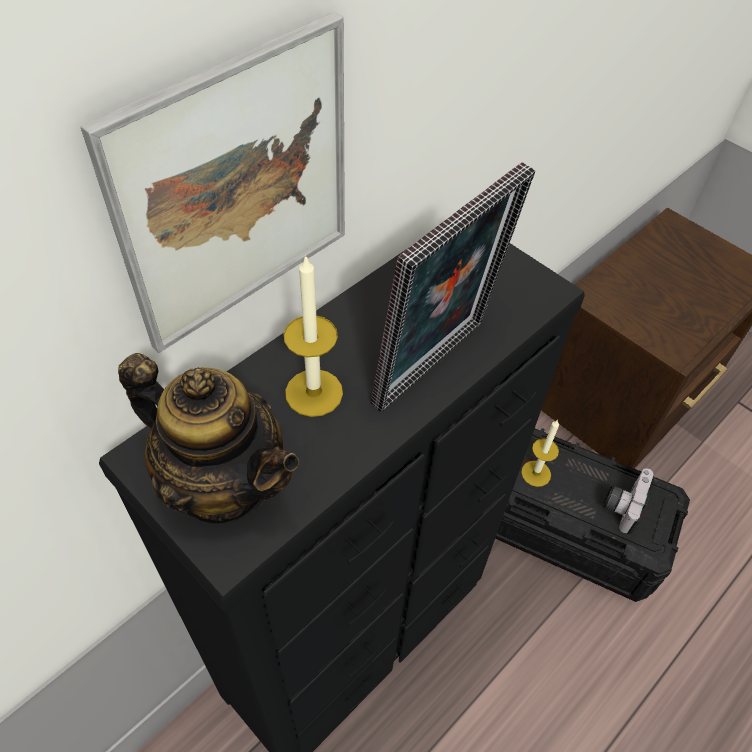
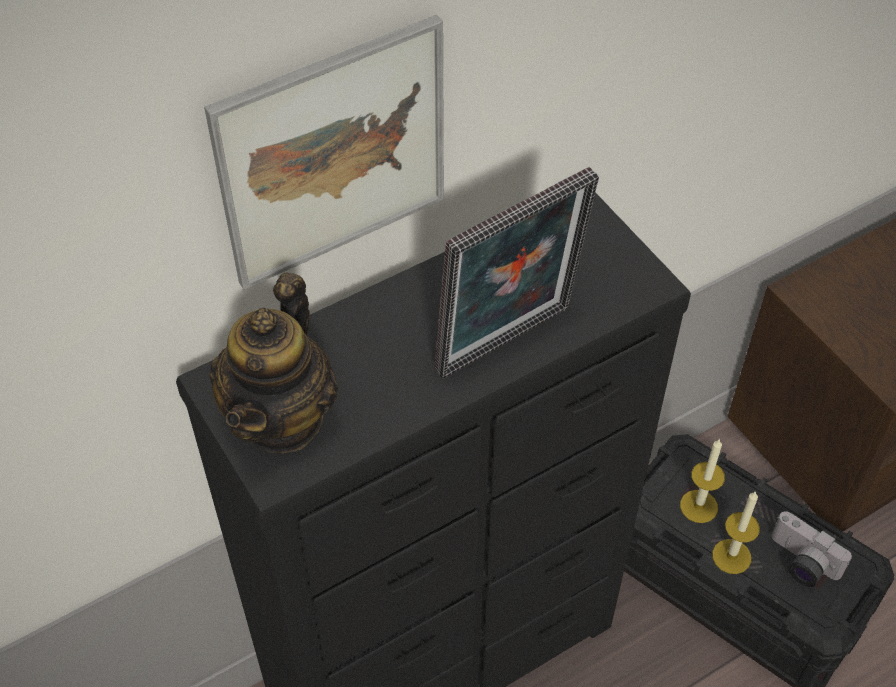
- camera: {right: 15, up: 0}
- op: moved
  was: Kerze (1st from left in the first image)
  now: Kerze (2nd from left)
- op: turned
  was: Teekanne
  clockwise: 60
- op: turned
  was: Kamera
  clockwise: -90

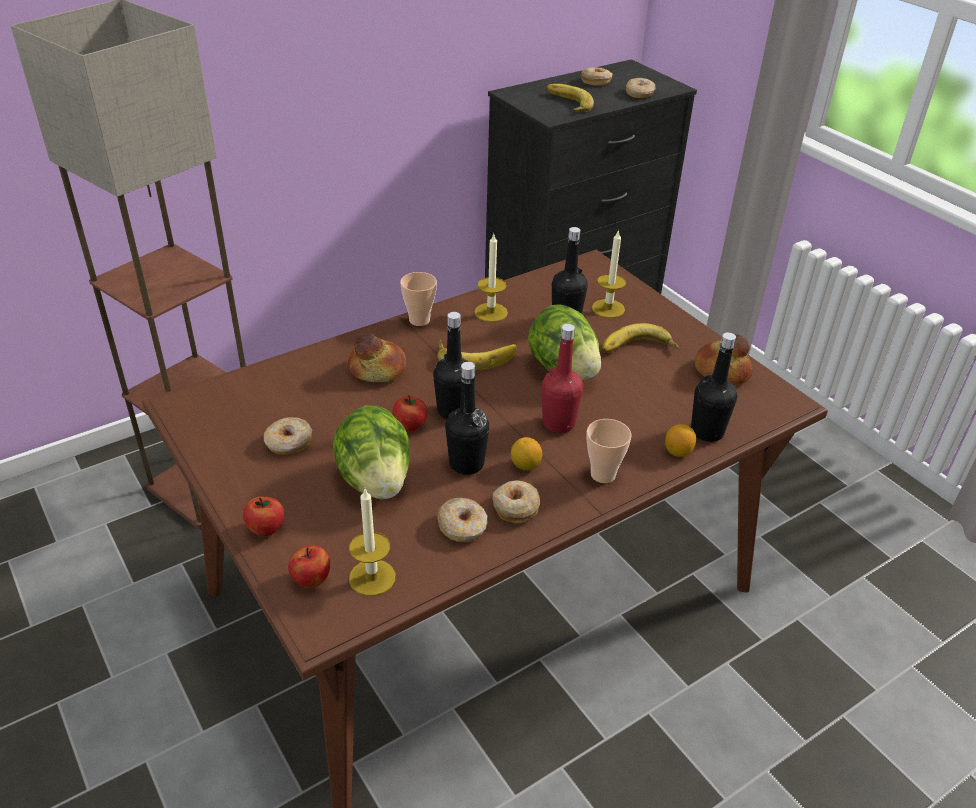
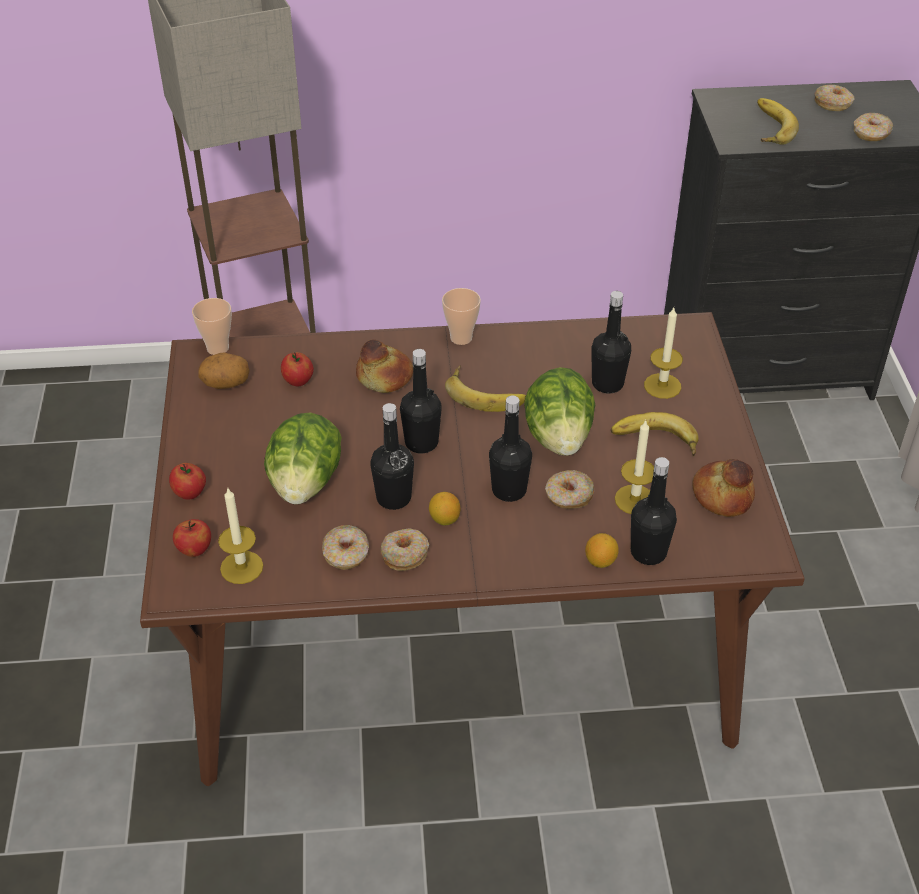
- camera: {right: 30, up: 5}
- op: added
  now: Kartoffel
- op: moved
  was: Donut (1st from left in the first image)
  now: Donut (3rd from left)
- op: moved
  was: Apfel (3rd from left)
- op: moved
  was: Kerze (2nd from left)
- op: moved
  was: Tasse (2nd from left in the first image)
  now: Tasse (1st from left)
- op: recoloured
  was: Flasche/rot
  now: Flasche/schwarz (3rd from left)

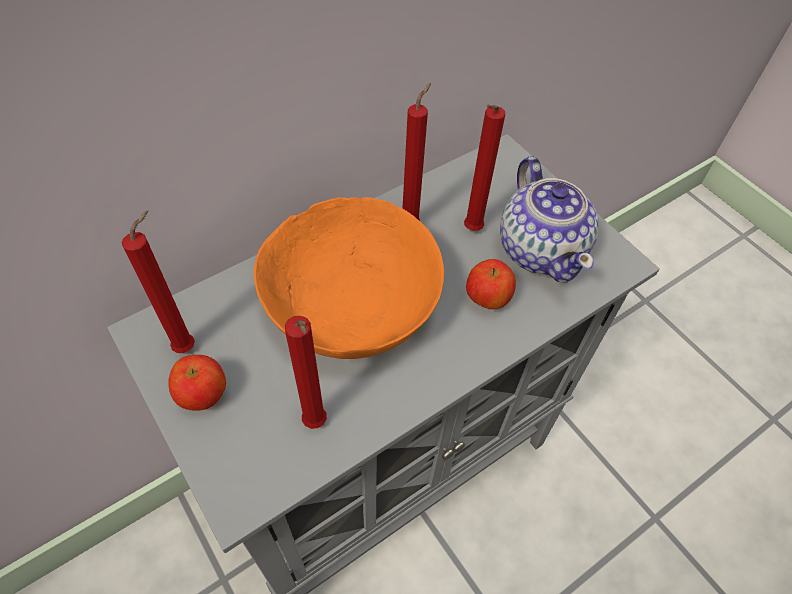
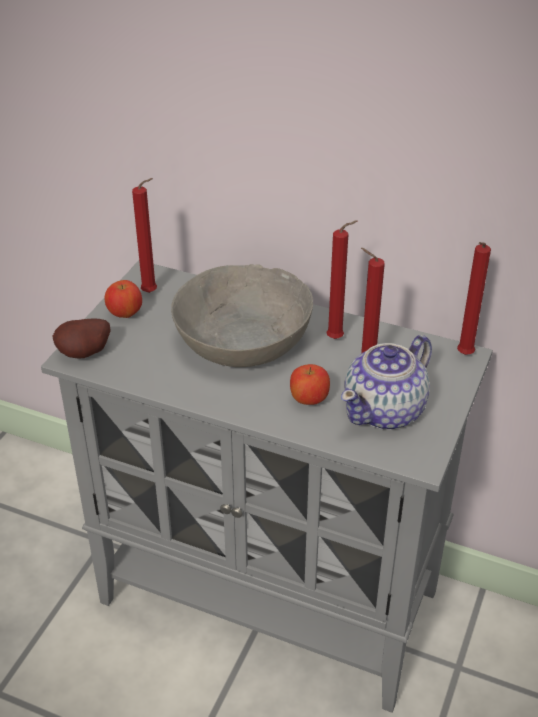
- camera: {right: 60, up: -15}
- op: added
  now: Kartoffel
- op: moved
  was: Kerze/rot (2nd from left in the first image)
  now: Kerze/rot (4th from left)
- op: recoloured
  was: Schüssel/orange
  now: Schüssel/grau

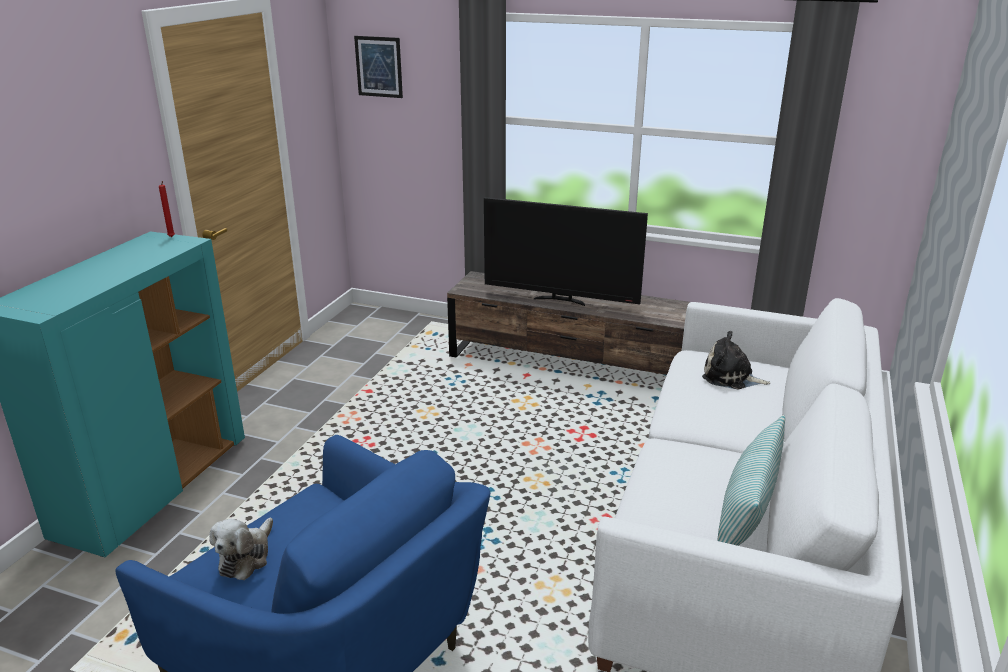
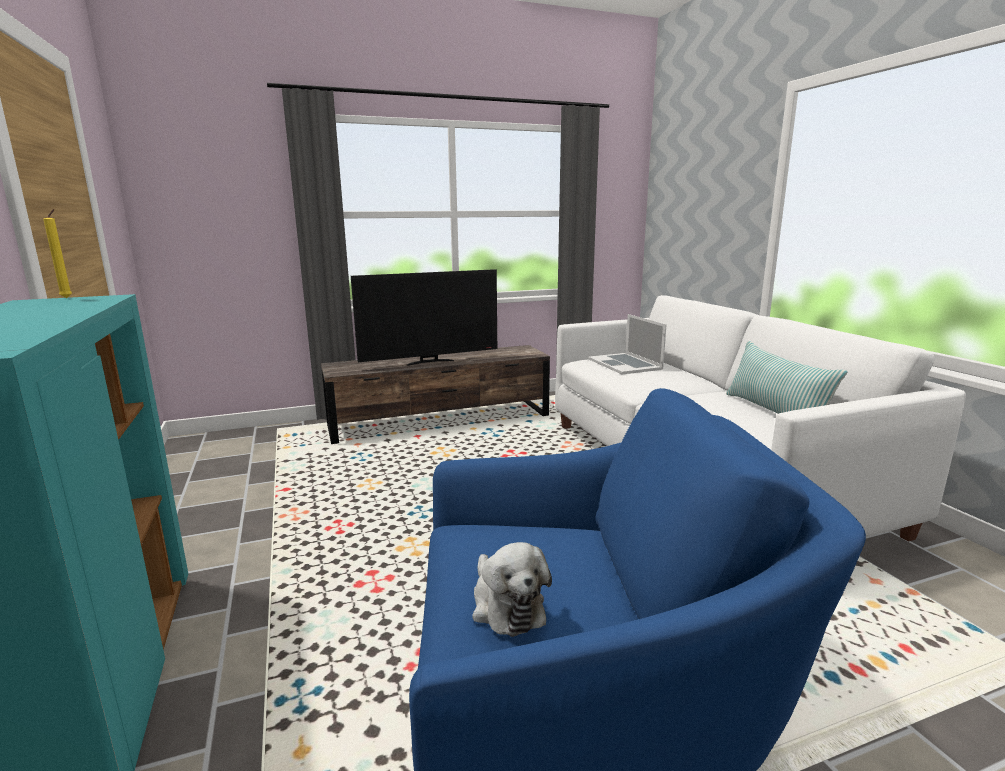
- camera: {right: -40, up: -10}
- op: removed
  was: Bild
- op: replaced
  was: Plüschtier (2nd from left)
  now: Laptop
- op: recoloured
  was: Kerze/rot
  now: Kerze/gelb

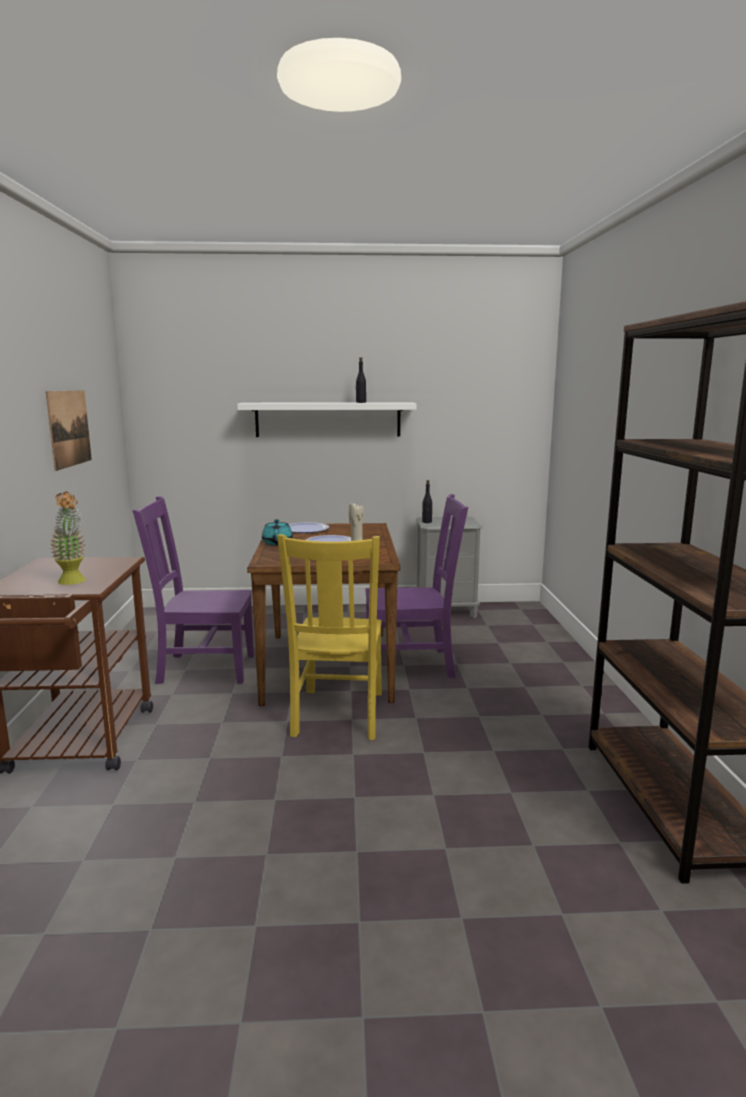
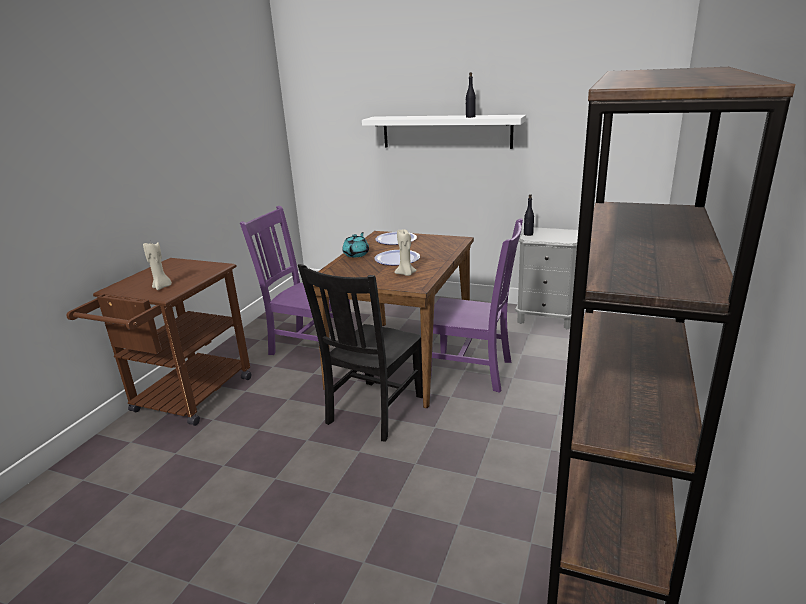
- camera: {right: 25, up: 10}
- op: removed
  was: Bild
- op: replaced
  was: Topfpflanze
  now: Kerze/beige (1st from left)
- op: recoloured
  was: Stuhl/gelb
  now: Stuhl/schwarz

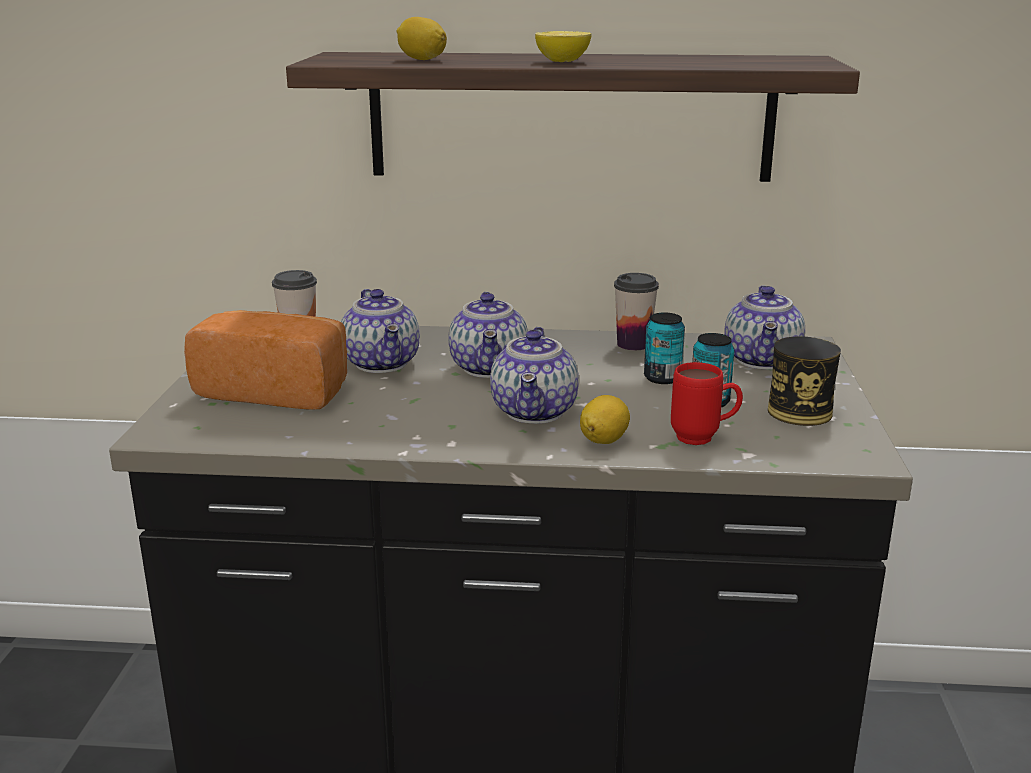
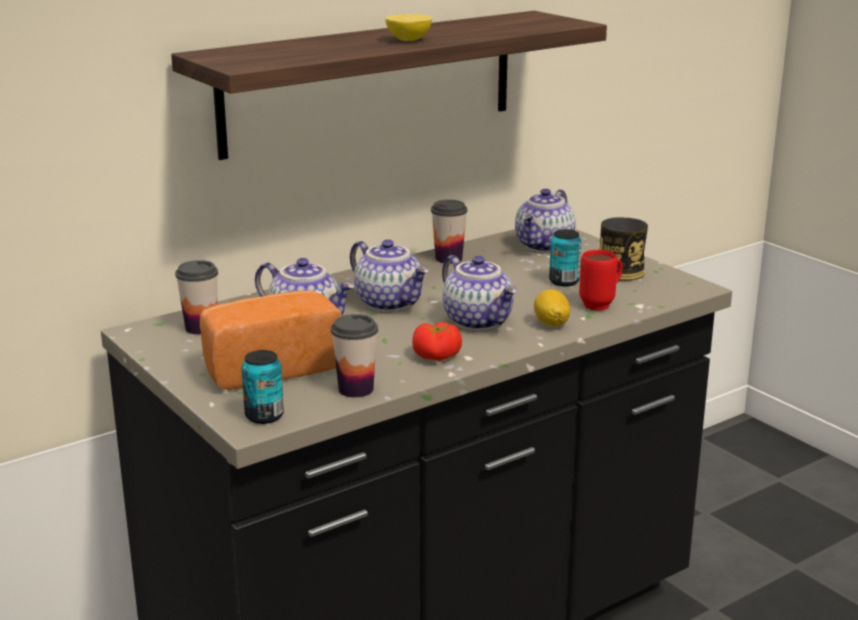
- camera: {right: -40, up: 0}
- op: removed
  was: Zitrone (1st from left)
- op: added
  now: Tasse (2nd from left)
- op: added
  now: Tomate
- op: moved
  was: Dose (1st from left)
- op: turned
  was: Teekanne (4th from left)
  clockwise: 60

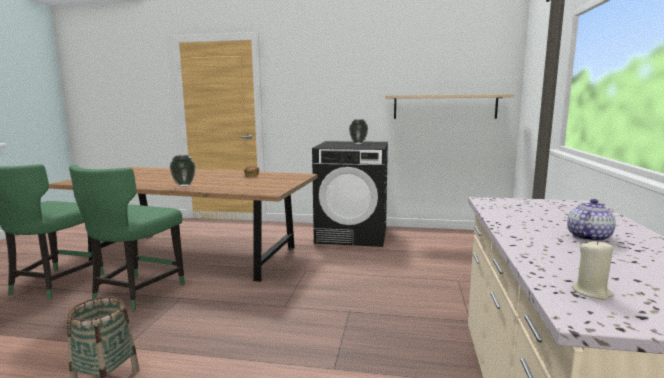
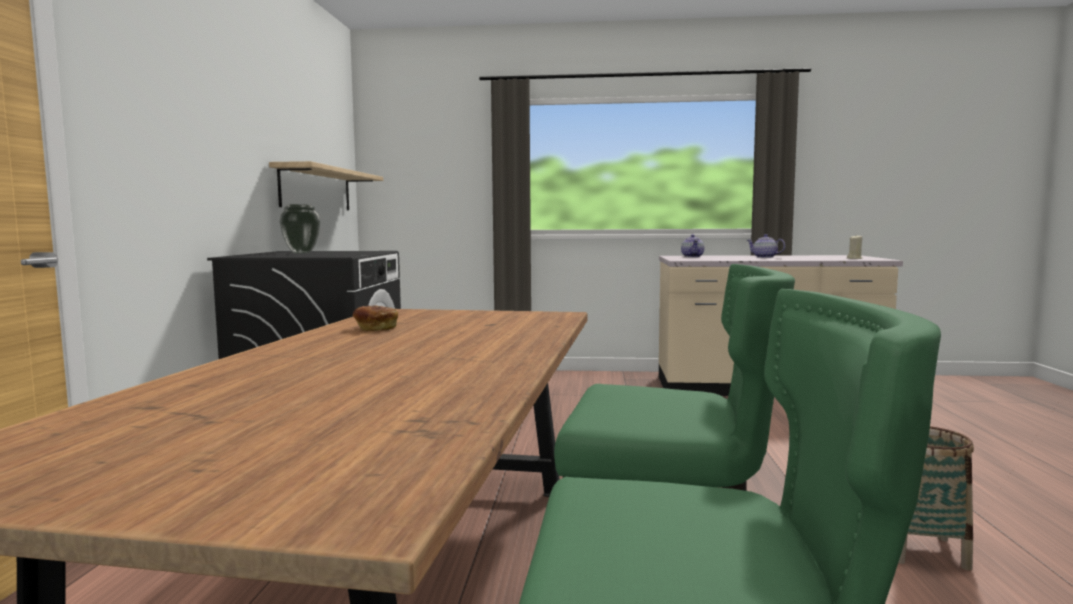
- camera: {right: -95, up: -5}
- op: removed
  was: Vase (1st from left)
- op: added
  now: Teekanne (1st from left)

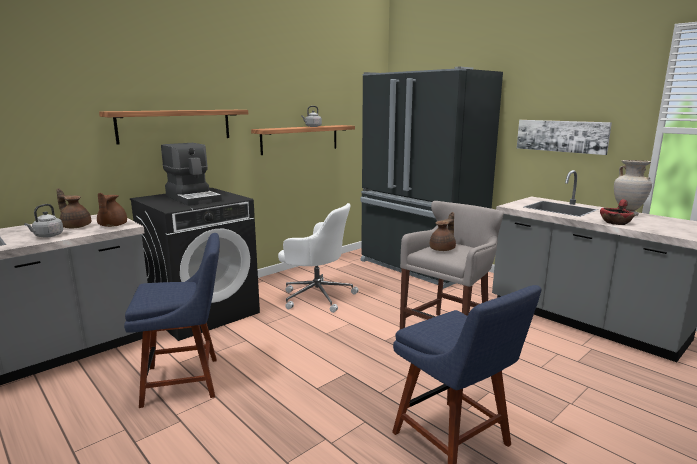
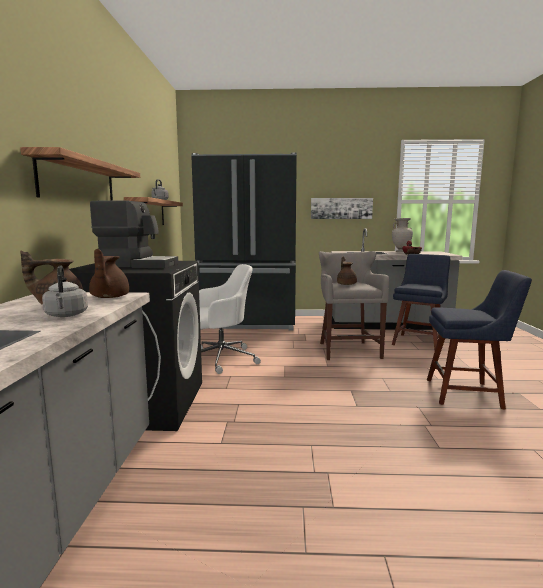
- camera: {right: -45, up: -5}
- op: moved
  was: Stuhl/blau (1st from left)
- op: turned
  was: Teekanne/braun (2nd from left)
  clockwise: 45

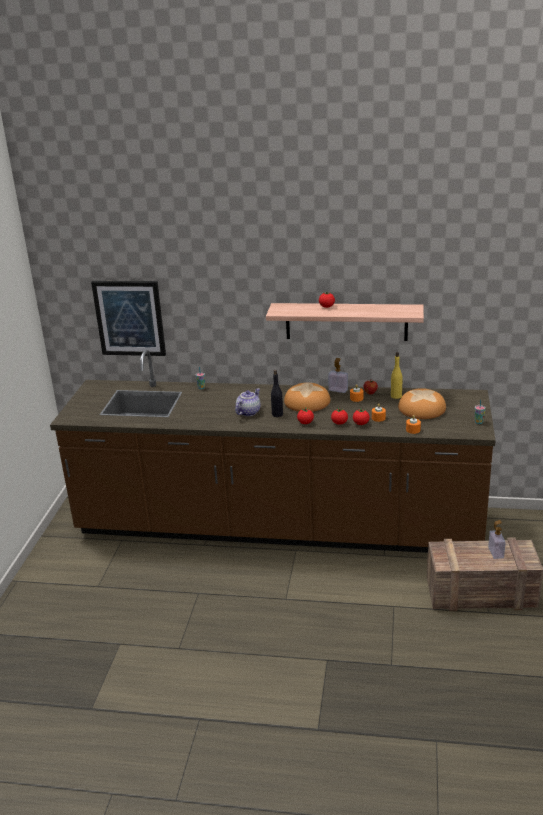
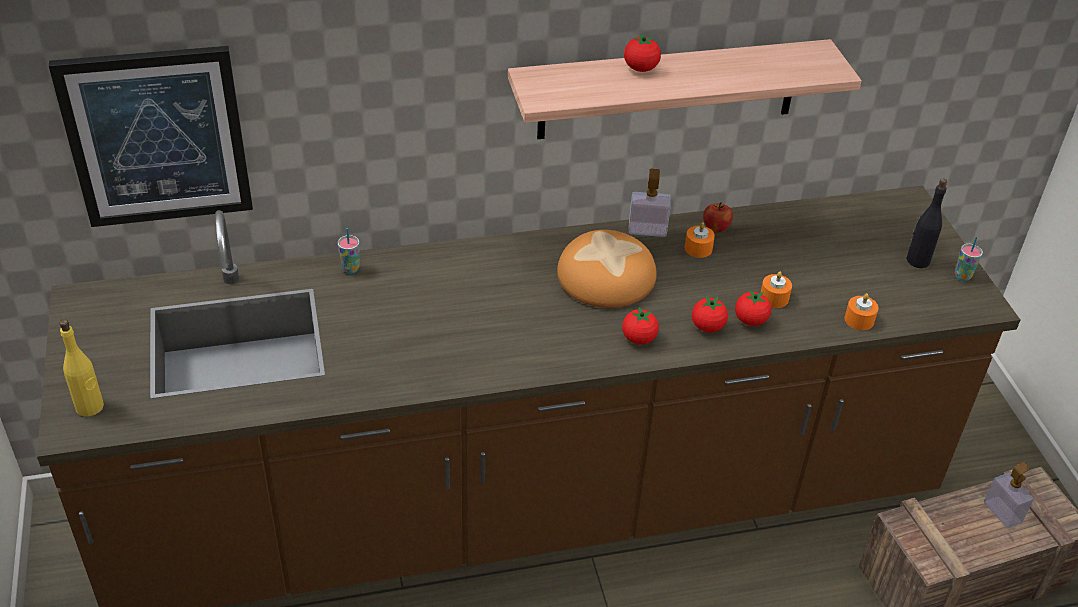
- camera: {right: -25, up: 15}
- op: removed
  was: Teekanne
- op: removed
  was: Brot (2nd from left)
- op: moved
  was: Flasche/schwarz
- op: moved
  was: Flasche/gelb

